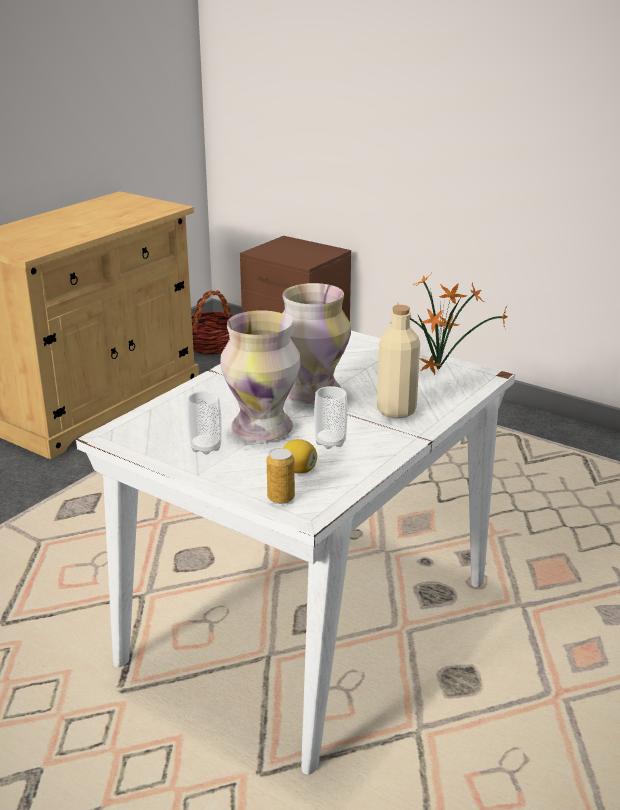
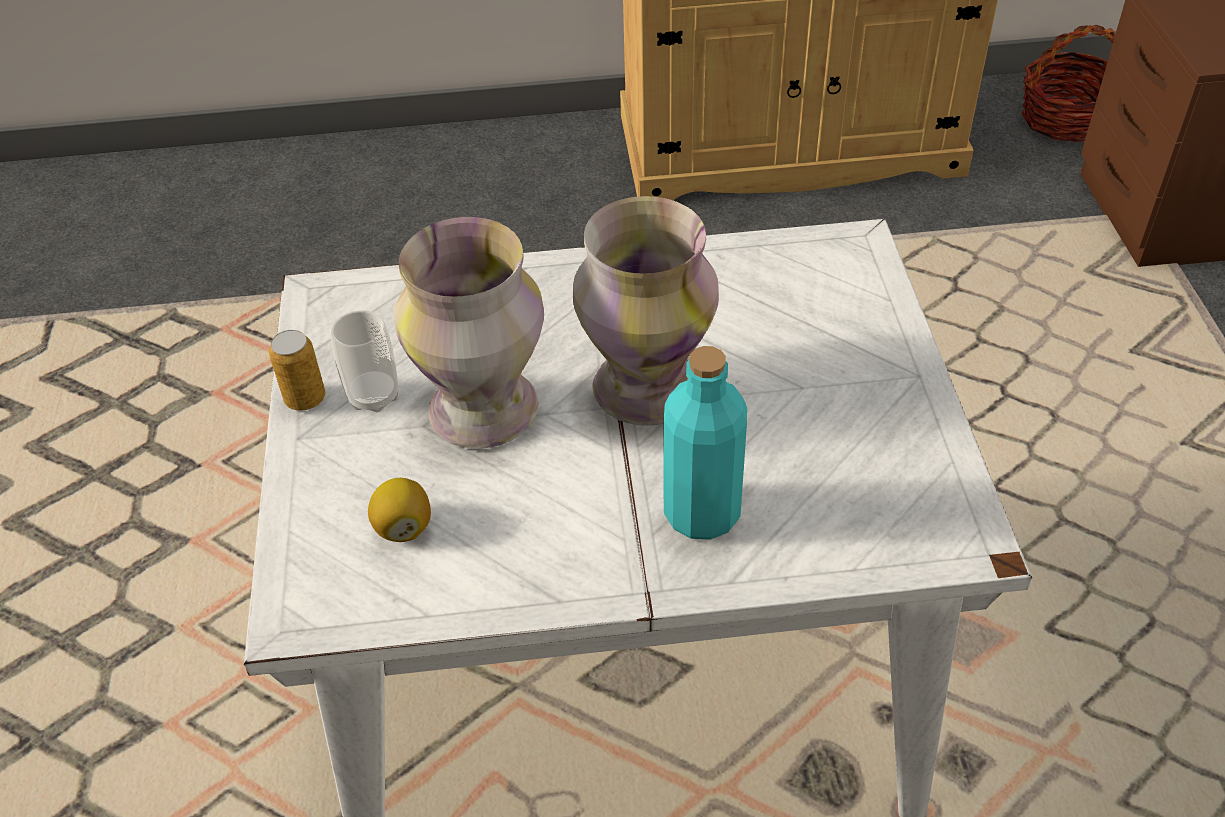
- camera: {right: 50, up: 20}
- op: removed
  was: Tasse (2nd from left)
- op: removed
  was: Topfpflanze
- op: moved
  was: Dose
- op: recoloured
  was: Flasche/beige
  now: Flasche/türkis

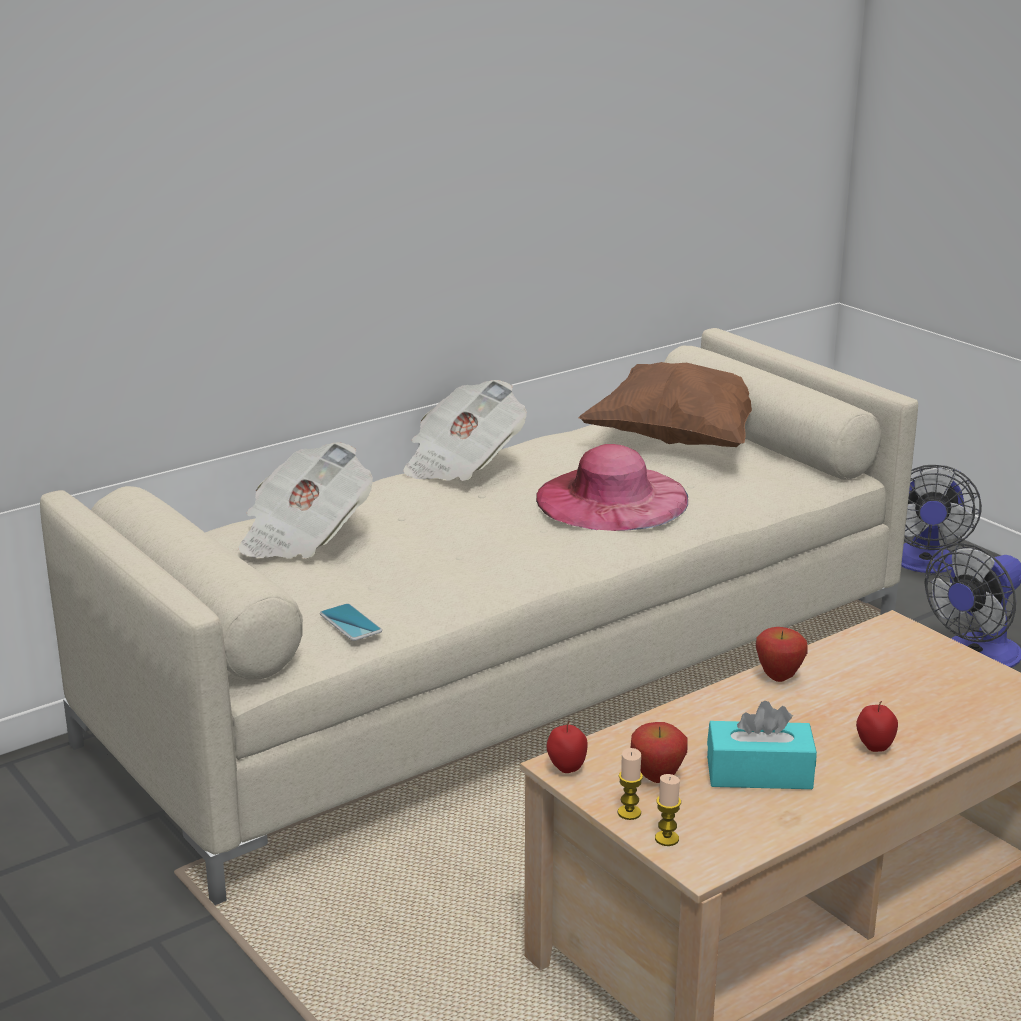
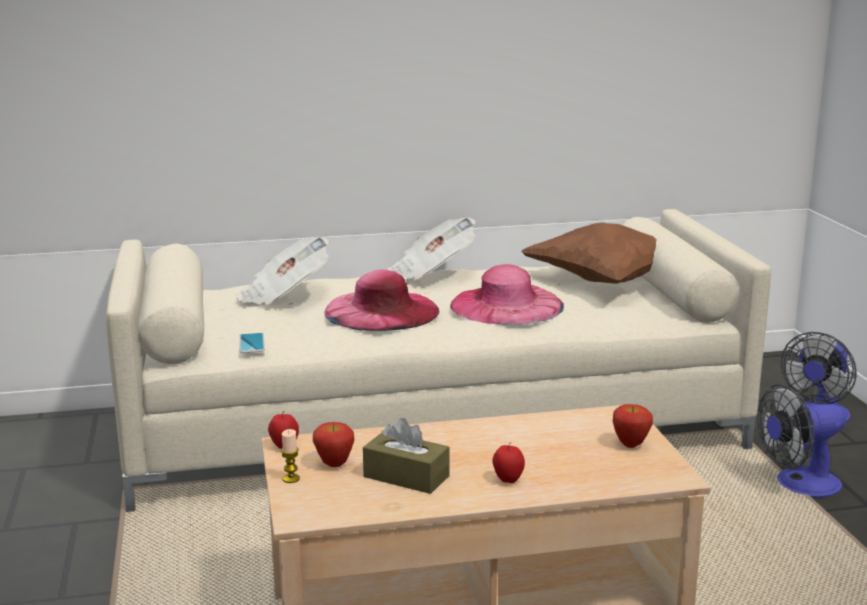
- camera: {right: 25, up: -5}
- op: removed
  was: Kerze (2nd from left)
- op: added
  now: Hut/rosa (1st from left)
- op: moved
  was: Apfel (3rd from left in the first image)
  now: Apfel (4th from left)
- op: recoloured
  was: Taschentuchbox/türkis
  now: Taschentuchbox/braun

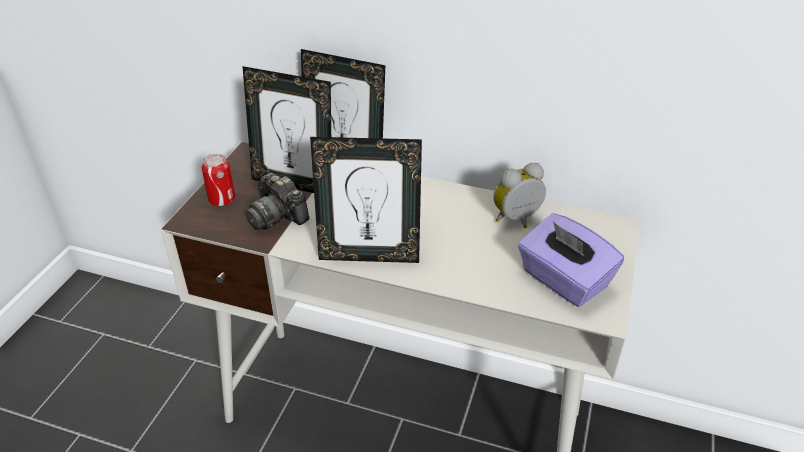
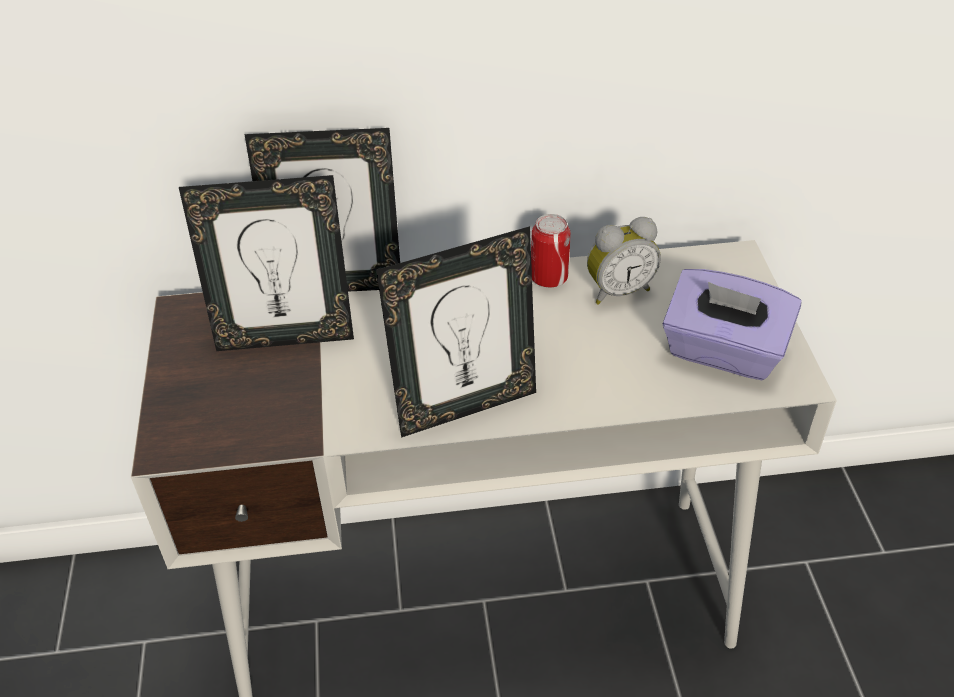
- camera: {right: -25, up: 5}
- op: removed
  was: Kamera
- op: moved
  was: Dose
- op: turned
  was: Wecker
  clockwise: -150

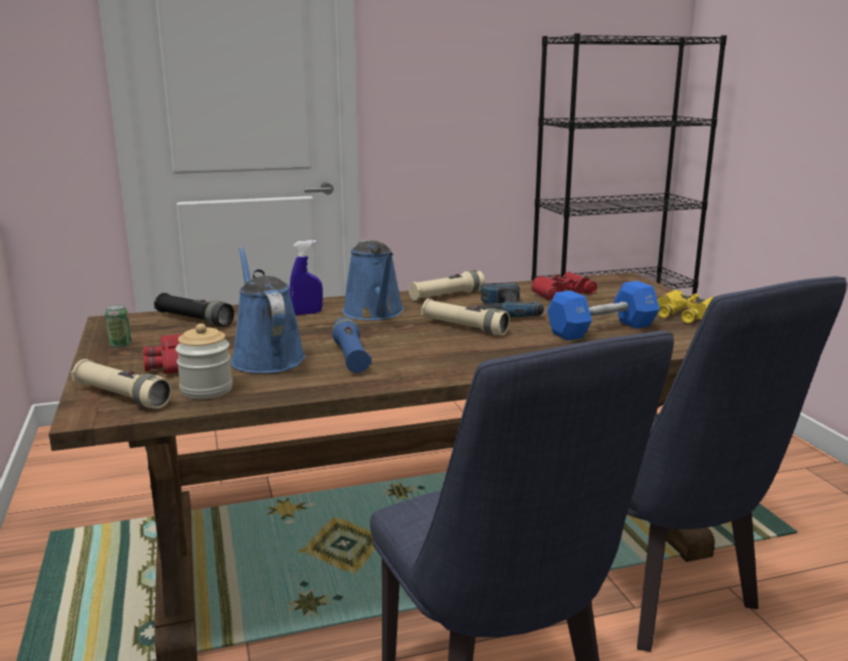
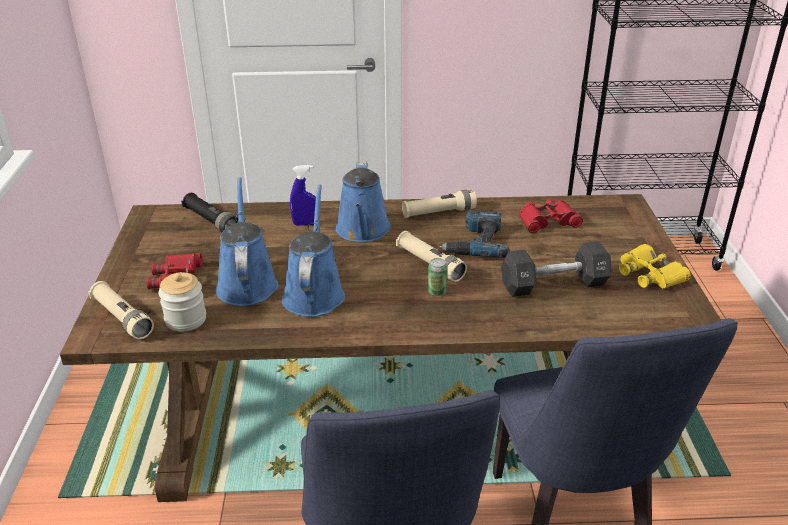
- camera: {right: 15, up: 15}
- op: moved
  was: Dose
- op: replaced
  was: Taschenlampe/blau
  now: Gießkanne/blau (2nd from left)
- op: recoloured
  was: Hantel/blau
  now: Hantel/schwarz

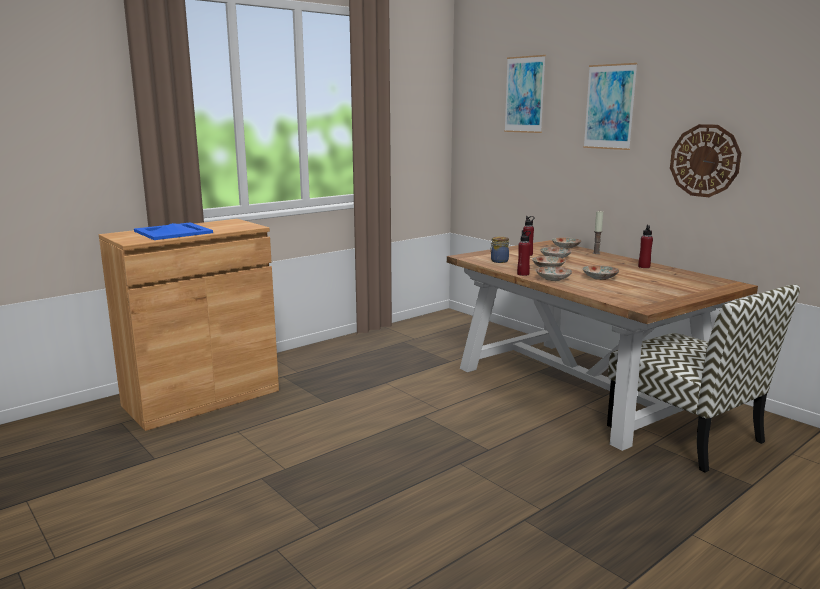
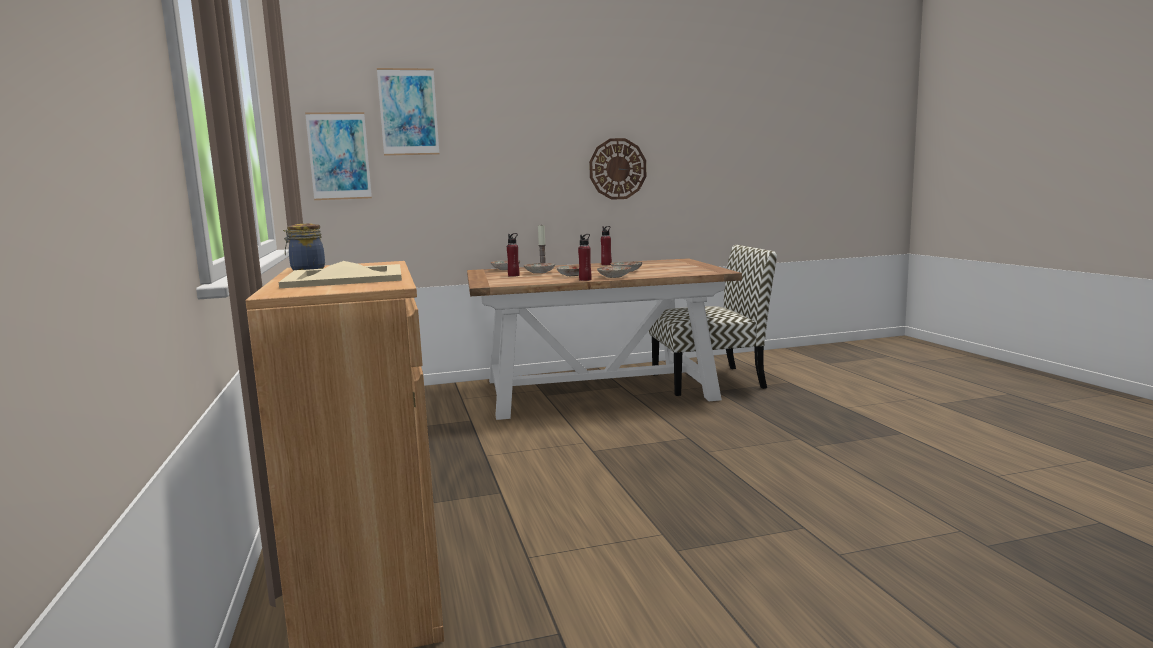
- camera: {right: -65, up: -5}
- op: moved
  was: Vorratsglas
- op: moved
  was: Bild (2nd from left in the first image)
  now: Bild (1st from left)
- op: recoloured
  was: Tablett/blau
  now: Tablett/beige

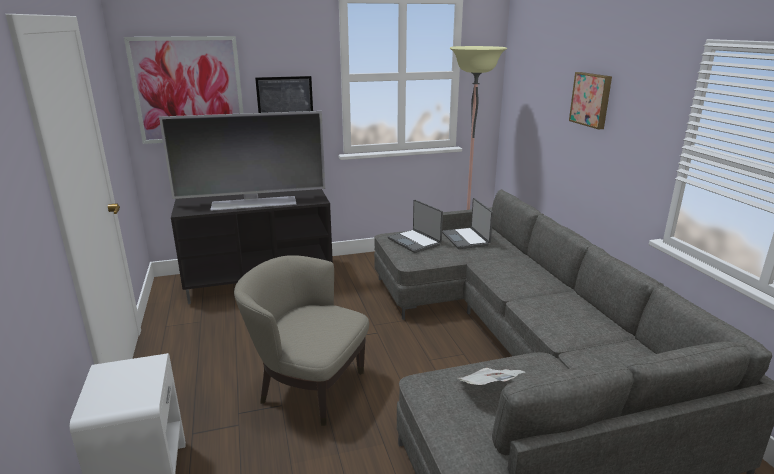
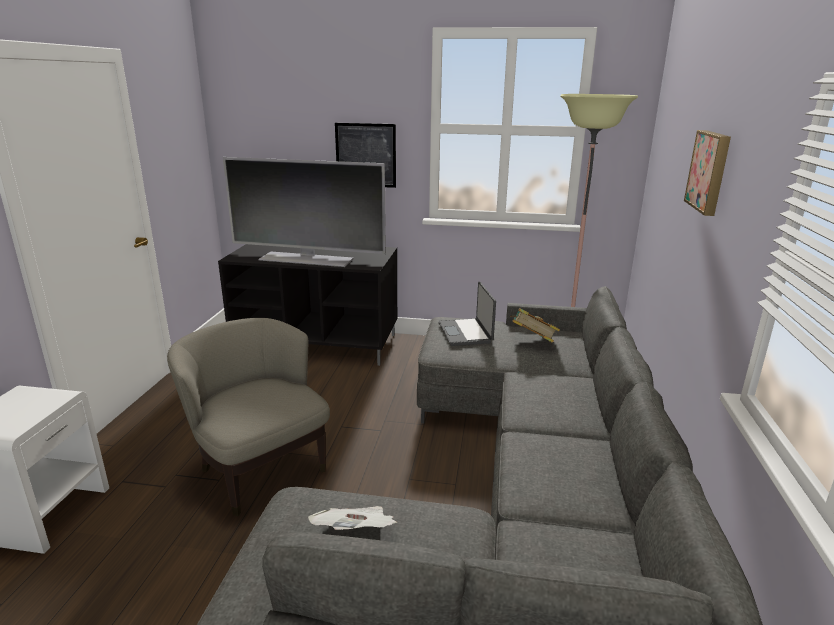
- camera: {right: 25, up: 0}
- op: removed
  was: Bild (1st from left)
- op: replaced
  was: Laptop (2nd from left)
  now: Buch

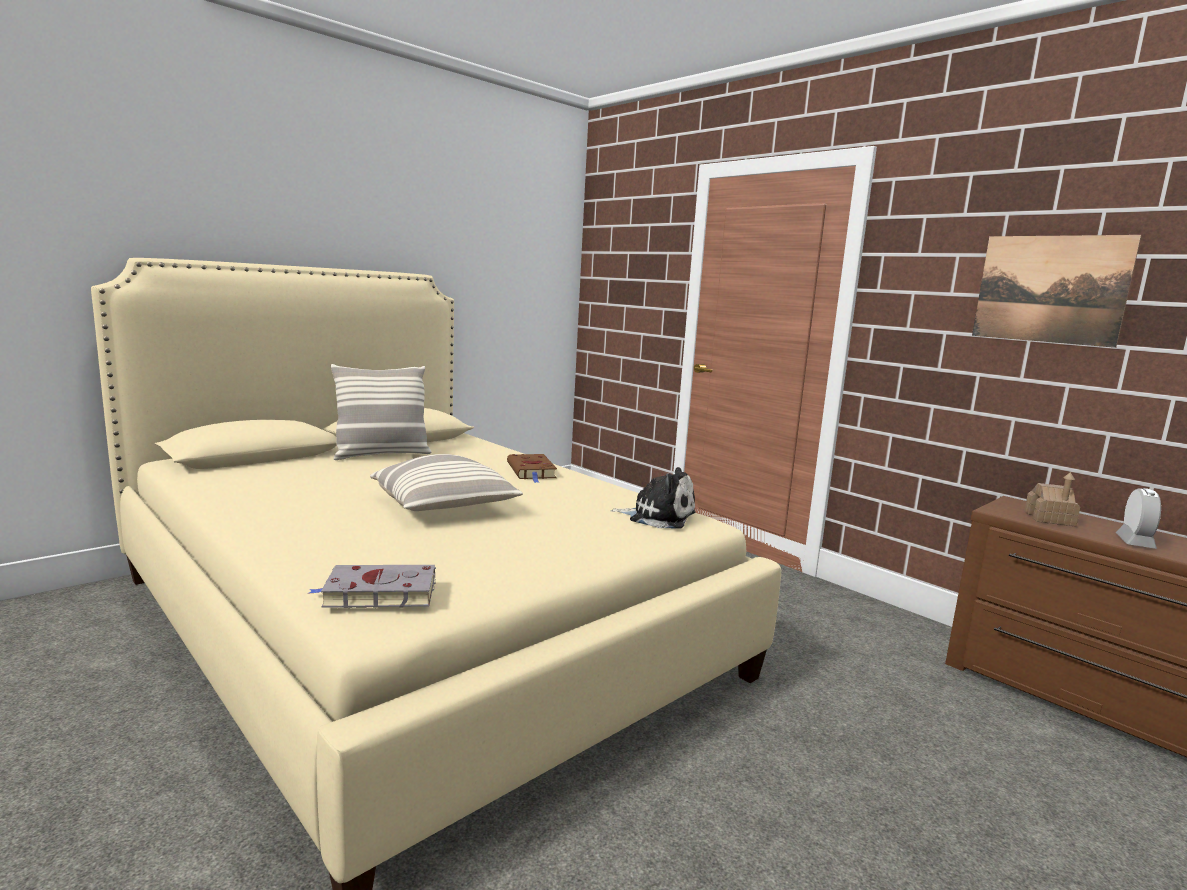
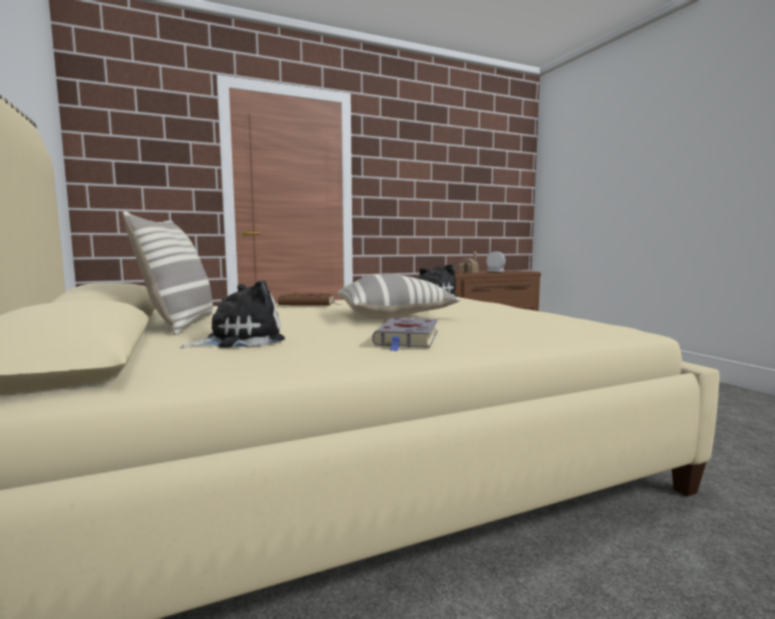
- camera: {right: -70, up: -5}
- op: removed
  was: Bild
- op: added
  now: Plüschtier (1st from left)
- op: moved
  was: Buch/grau

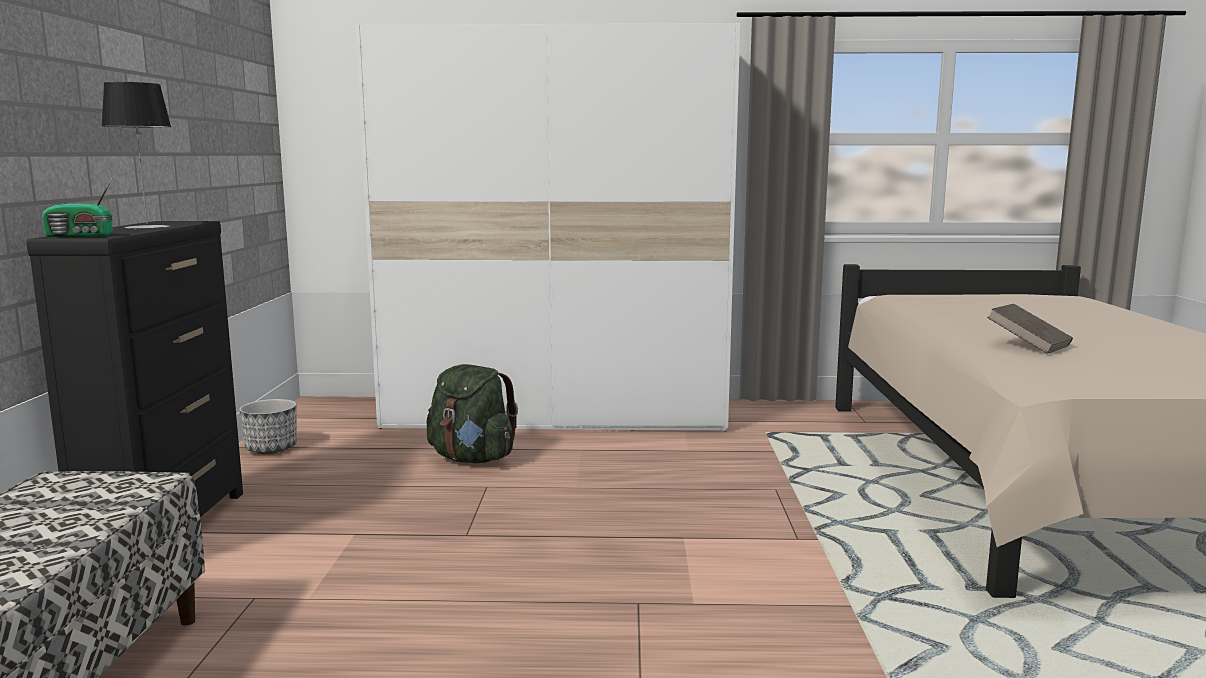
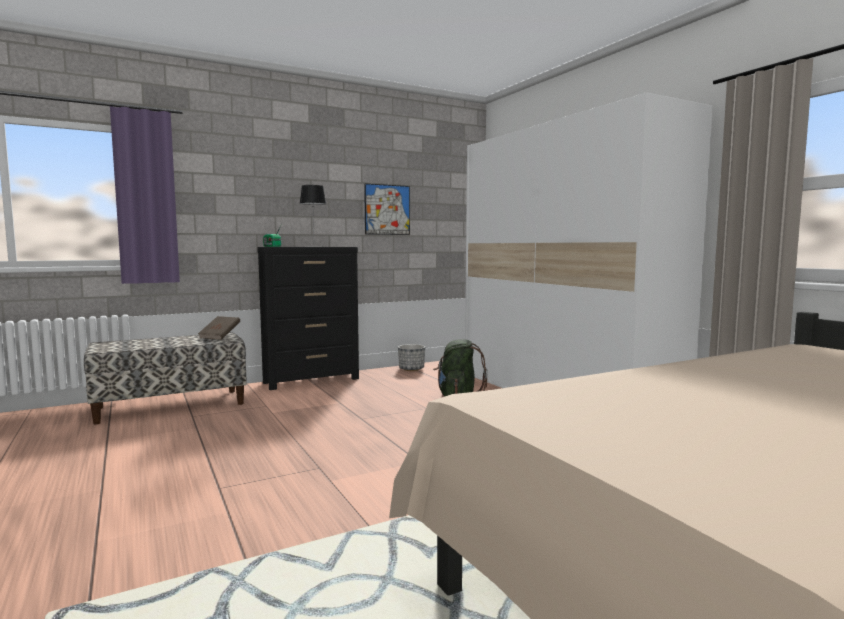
- camera: {right: 60, up: -5}
- op: added
  now: Bild
- op: moved
  was: Buch/braun

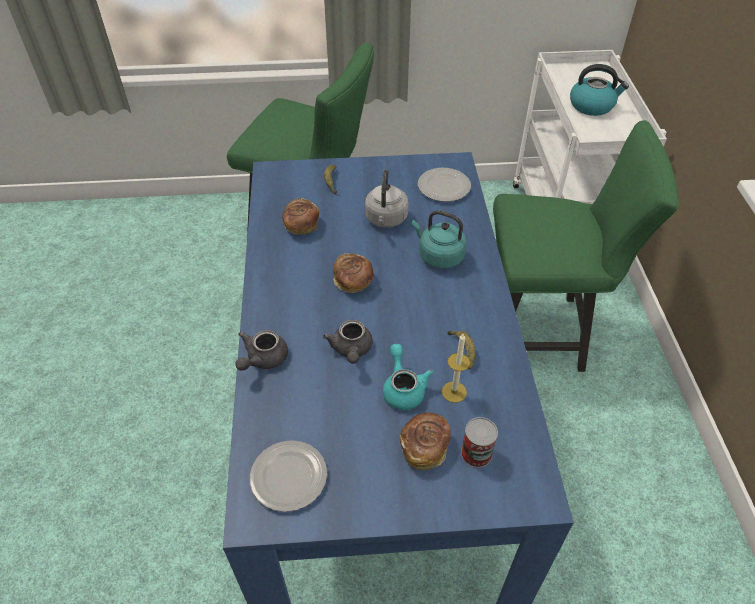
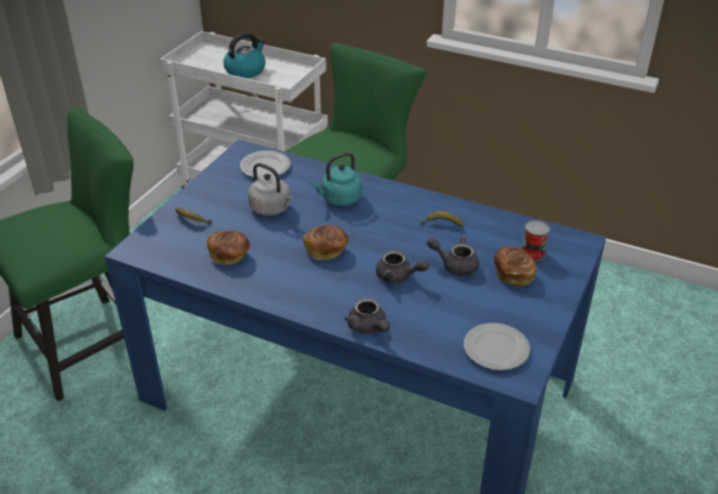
- camera: {right: -60, up: -10}
- op: removed
  was: Kerze
- op: recoloured
  was: Teekanne/türkis
  now: Teekanne/grau (3rd from left)

